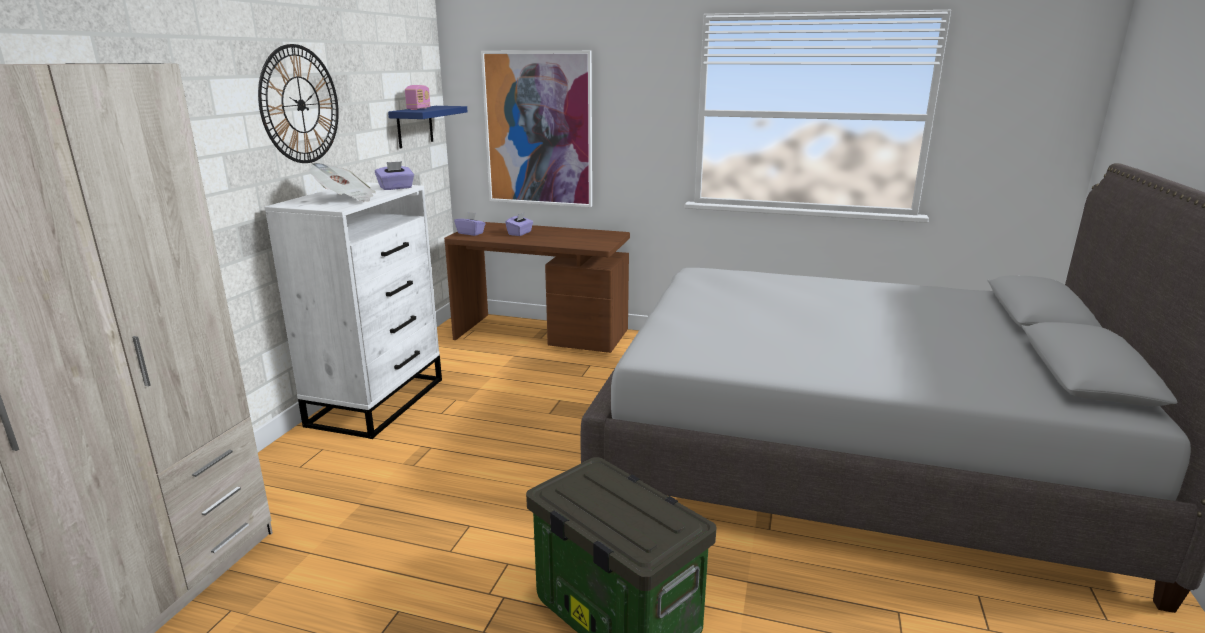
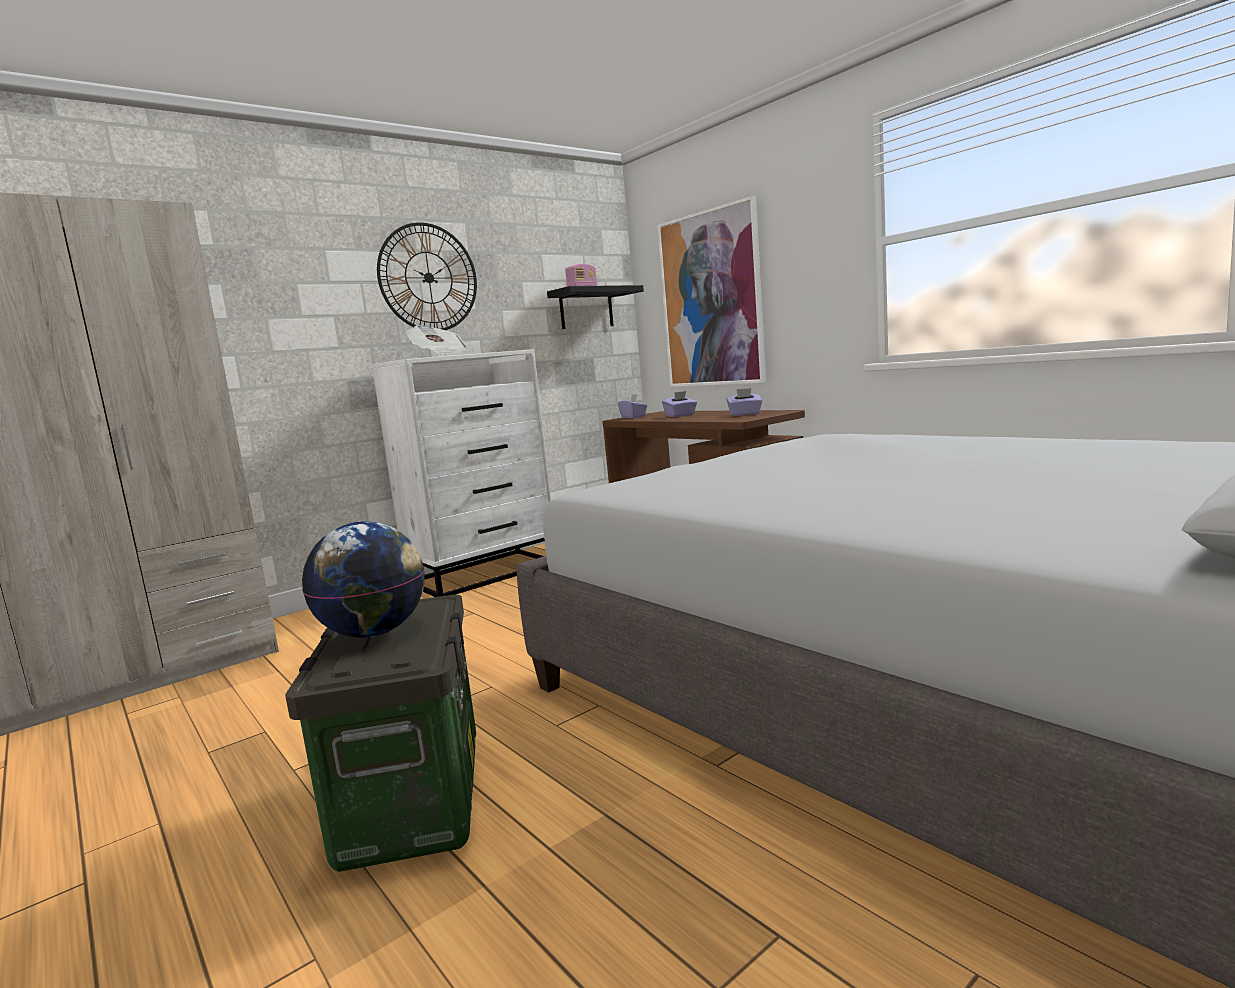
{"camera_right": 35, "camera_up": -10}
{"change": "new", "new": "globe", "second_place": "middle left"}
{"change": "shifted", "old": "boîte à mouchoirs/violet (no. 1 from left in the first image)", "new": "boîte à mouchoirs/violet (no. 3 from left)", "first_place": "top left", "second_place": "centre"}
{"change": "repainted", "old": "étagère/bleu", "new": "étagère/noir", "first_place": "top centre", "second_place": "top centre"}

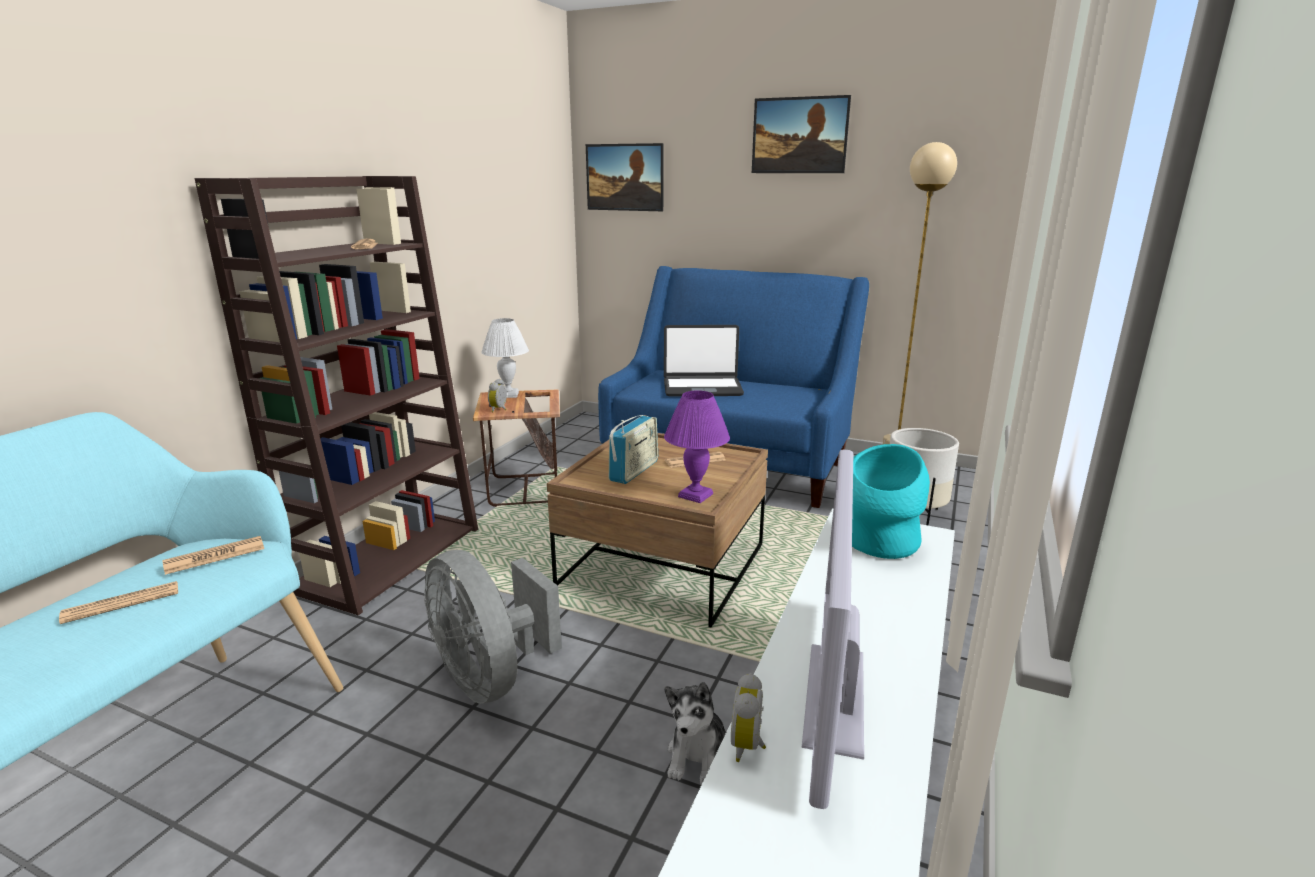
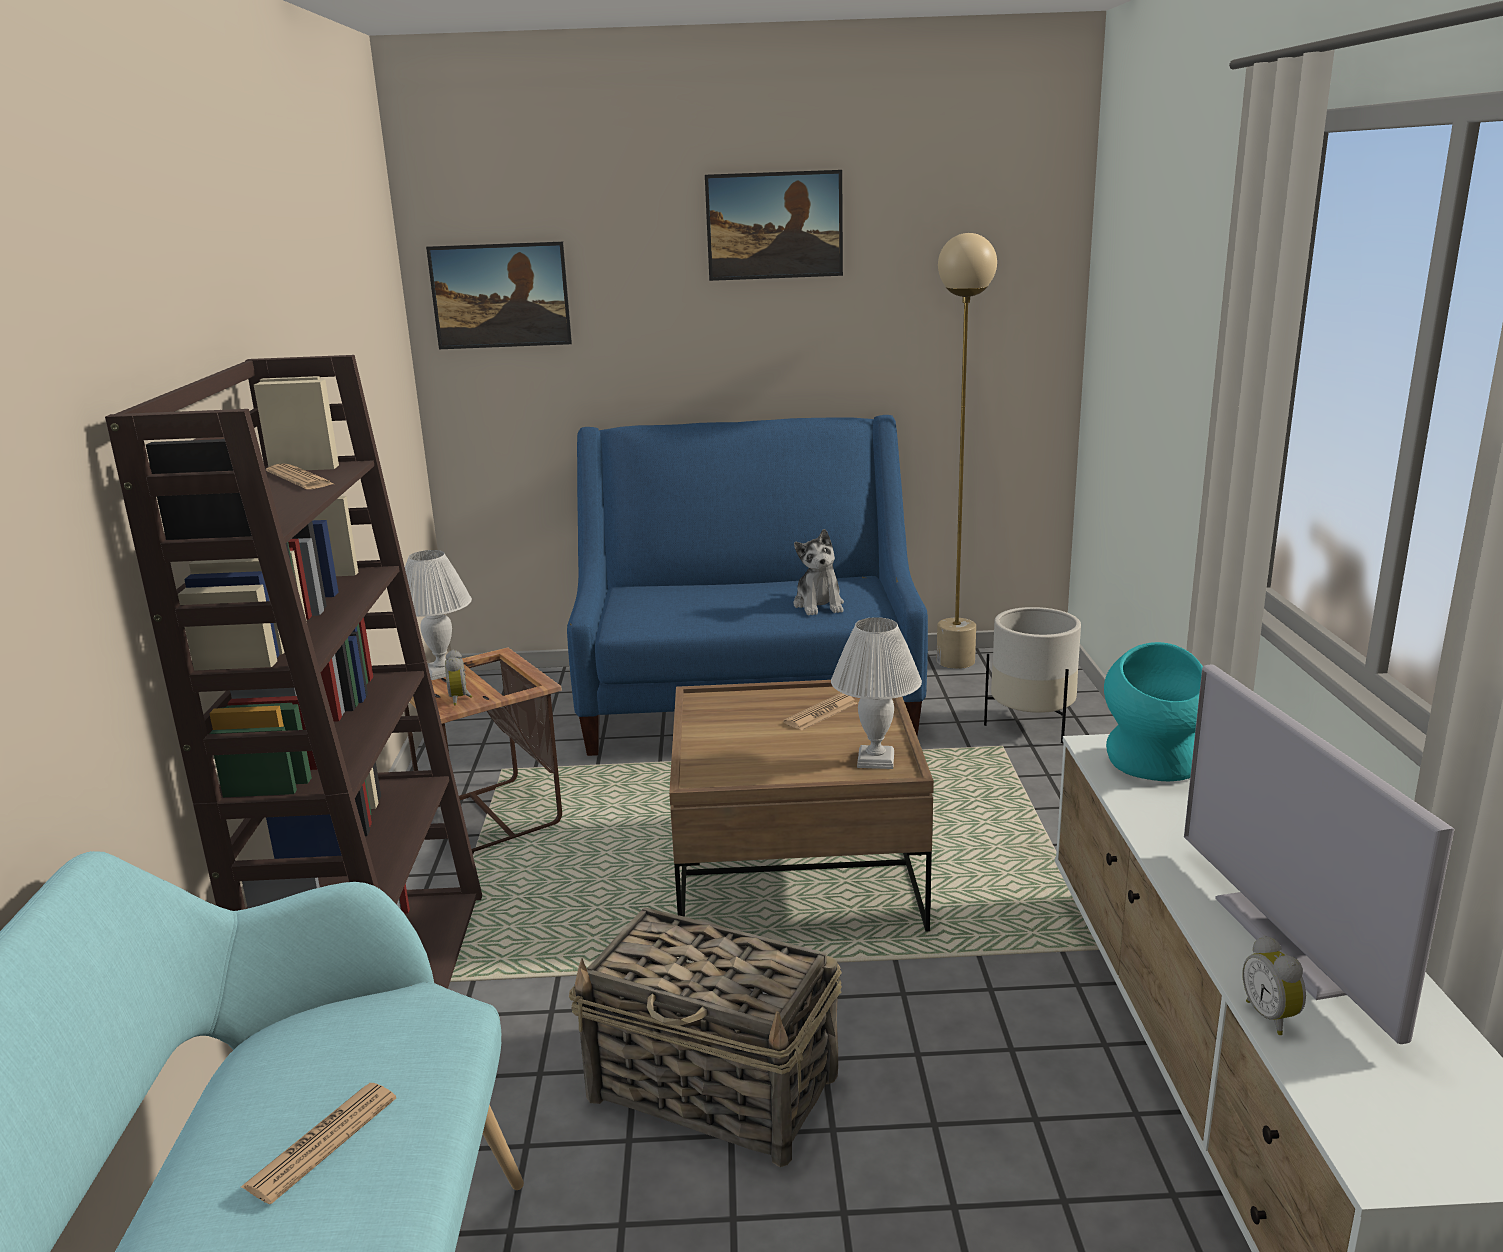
{"camera_right": -25, "camera_up": 0}
{"change": "gone", "old": "journal (no. 2 from left)", "first_place": "middle left"}
{"change": "gone", "old": "radio", "first_place": "centre"}
{"change": "gone", "old": "ordinateur portable", "first_place": "centre"}
{"change": "shifted", "old": "peluche", "first_place": "bottom centre", "second_place": "centre"}
{"change": "swapped", "old": "ventilateur/gris", "new": "panier", "first_place": "bottom centre", "second_place": "bottom centre"}
{"change": "repainted", "old": "lampe de table/violet", "new": "lampe de table/blanc (no. 2 from left)", "first_place": "centre", "second_place": "centre"}

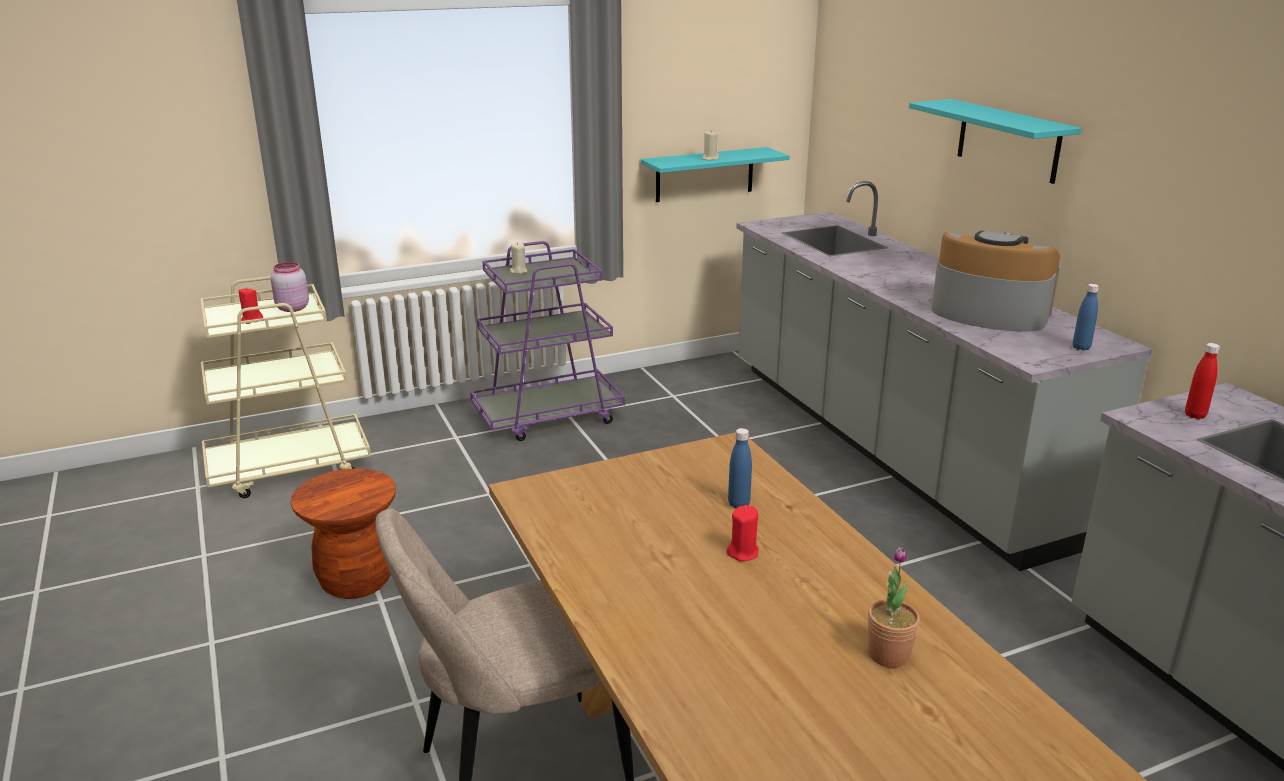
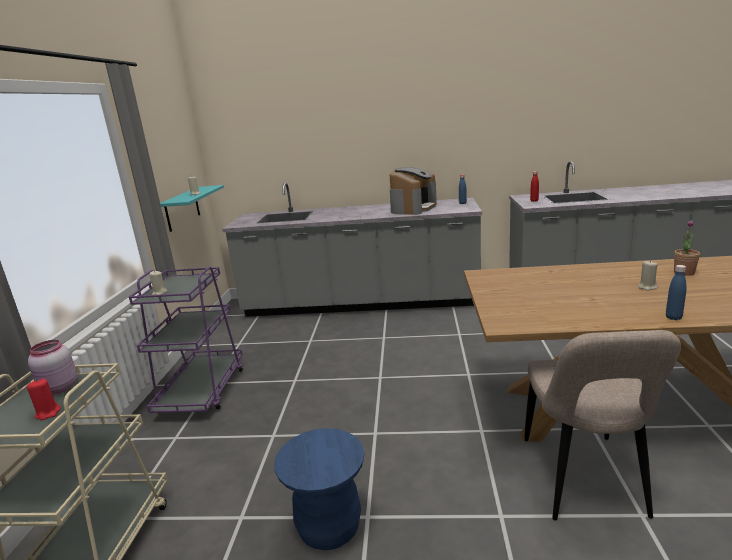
{"camera_right": -60, "camera_up": -5}
{"change": "gone", "old": "bougie/rouge (no. 2 from left)", "first_place": "bottom centre"}
{"change": "gone", "old": "étagère/turquoise (no. 2 from left)", "first_place": "top right"}
{"change": "new", "new": "bougie/beige (no. 3 from left)", "second_place": "middle right"}
{"change": "shifted", "old": "bouteille/bleu (no. 1 from left in the first image)", "new": "bouteille/bleu (no. 2 from left)", "first_place": "centre", "second_place": "middle right"}
{"change": "repainted", "old": "tabouret/marron", "new": "tabouret/bleu", "first_place": "bottom left", "second_place": "bottom centre"}
{"change": "rotated", "old": "machine à café", "first_place": "middle right", "second_place": "centre", "degrees": 150}

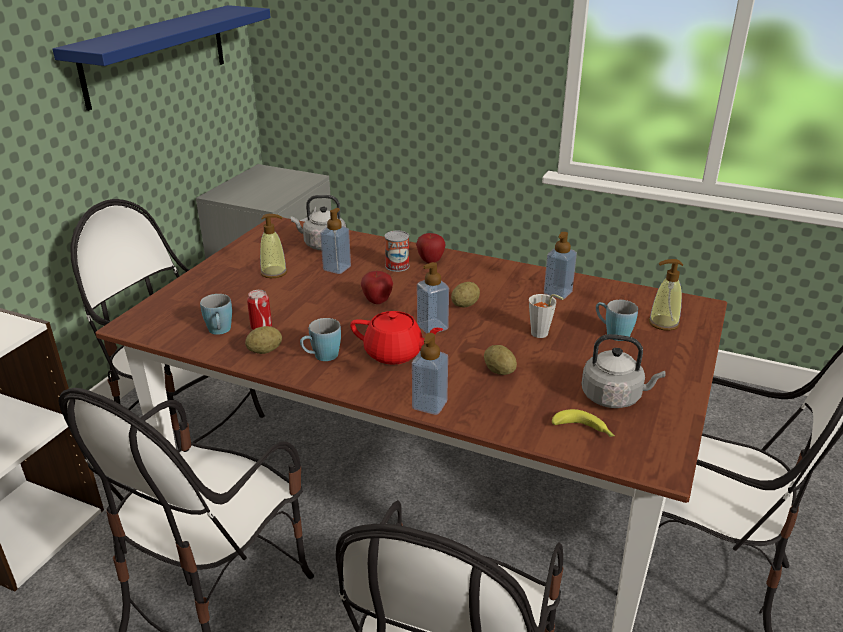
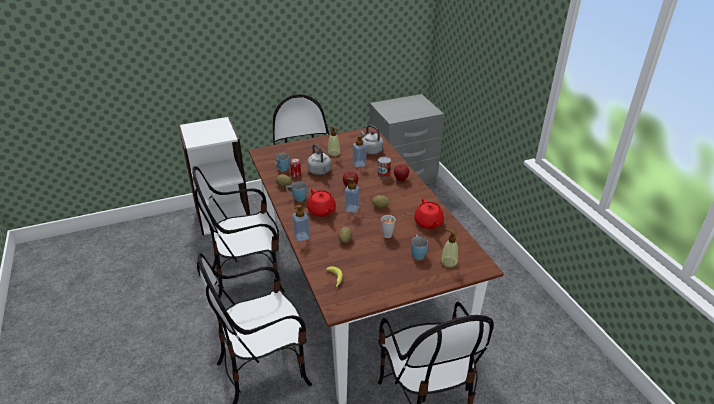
{"camera_right": 45, "camera_up": 5}
{"change": "gone", "old": "étagère/bleu", "first_place": "top left"}
{"change": "shifted", "old": "bouilloire/gris (no. 2 from left in the first image)", "new": "bouilloire/gris (no. 1 from left)", "first_place": "middle right", "second_place": "centre"}
{"change": "swapped", "old": "distributeur de savon (no. 5 from left)", "new": "théière/rouge (no. 2 from left)", "first_place": "centre", "second_place": "centre"}

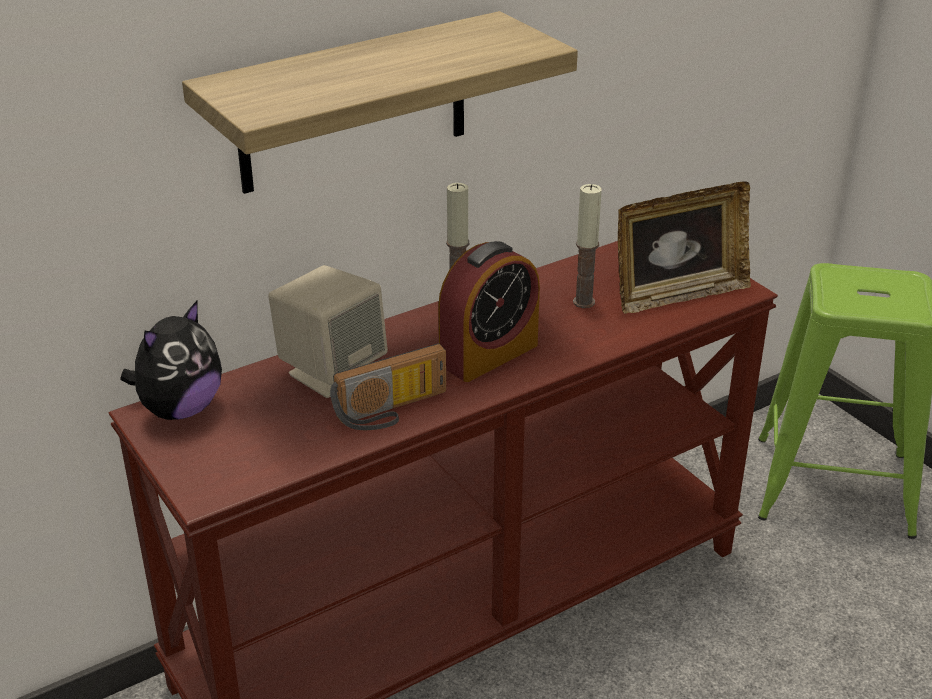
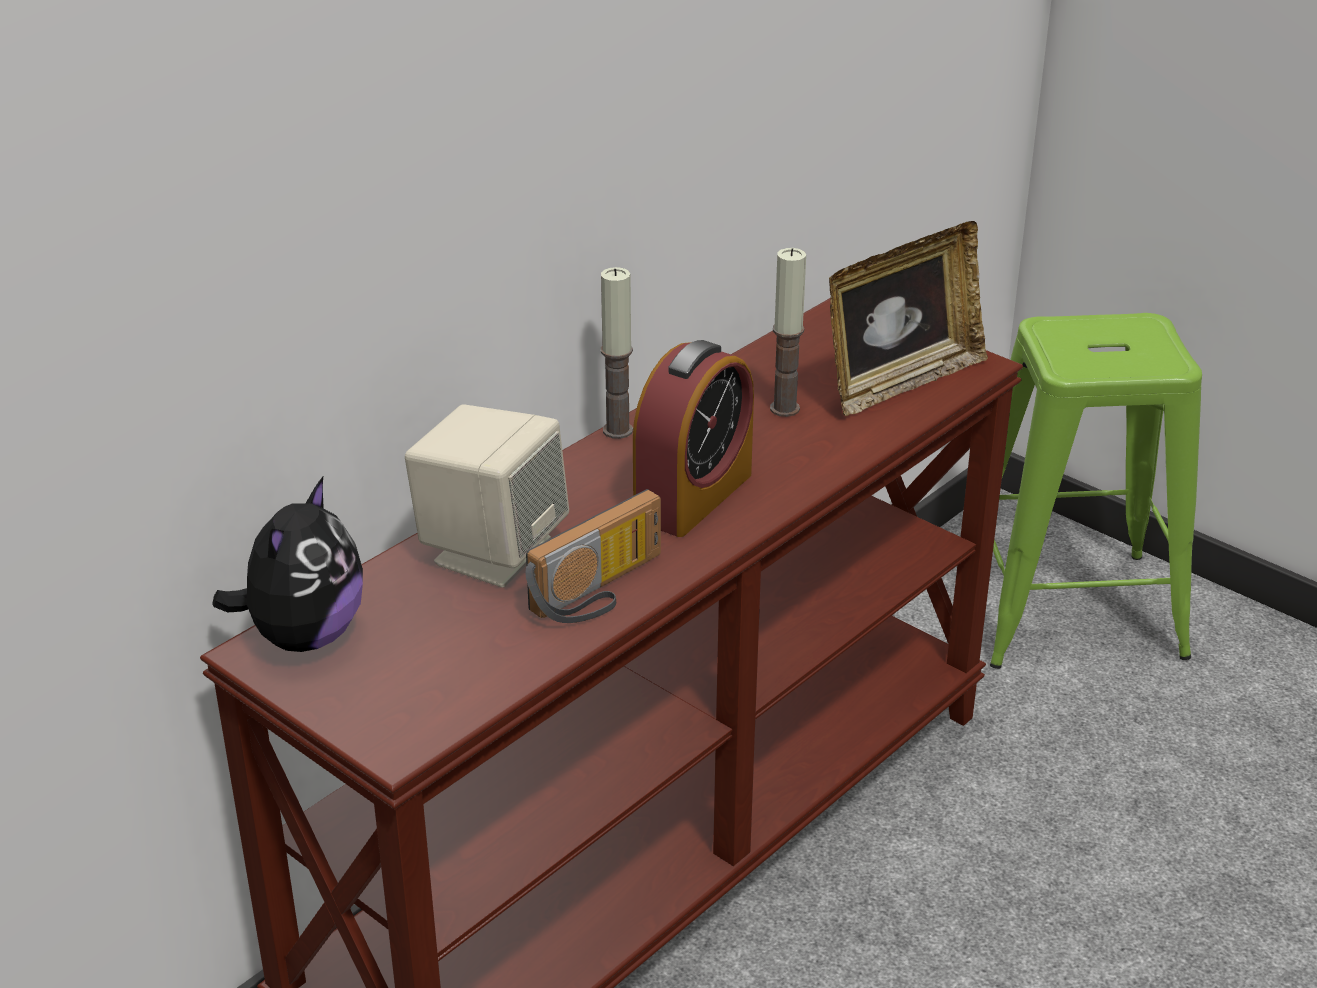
{"camera_right": -15, "camera_up": 0}
{"change": "gone", "old": "étagère", "first_place": "top centre"}

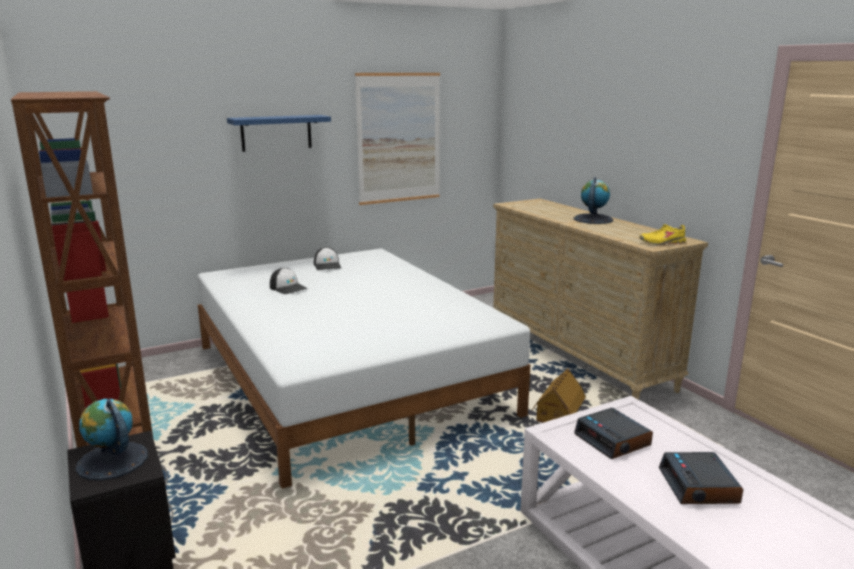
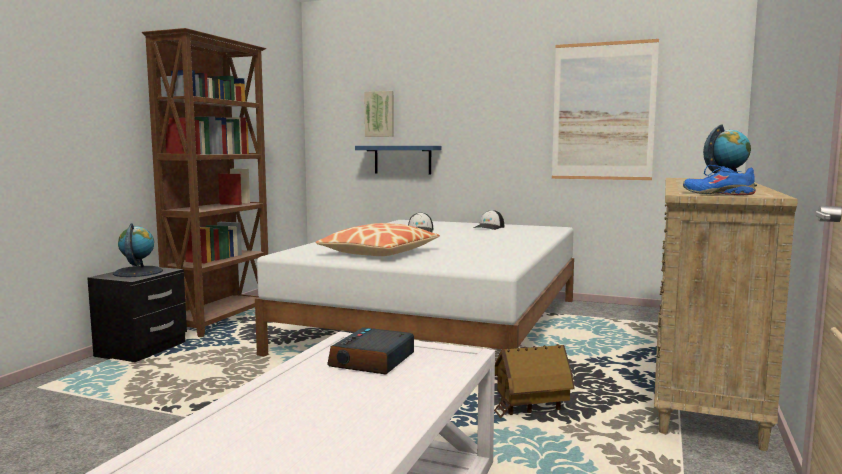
{"camera_right": 50, "camera_up": -10}
{"change": "gone", "old": "réveil (no. 2 from left)", "first_place": "bottom right"}
{"change": "new", "new": "coussin", "second_place": "centre"}
{"change": "new", "new": "tableau (no. 1 from left)", "second_place": "top centre"}
{"change": "shifted", "old": "étagère/bleu", "first_place": "top left", "second_place": "centre"}
{"change": "repainted", "old": "chaussure/jaune", "new": "chaussure/bleu", "first_place": "middle right", "second_place": "middle right"}

